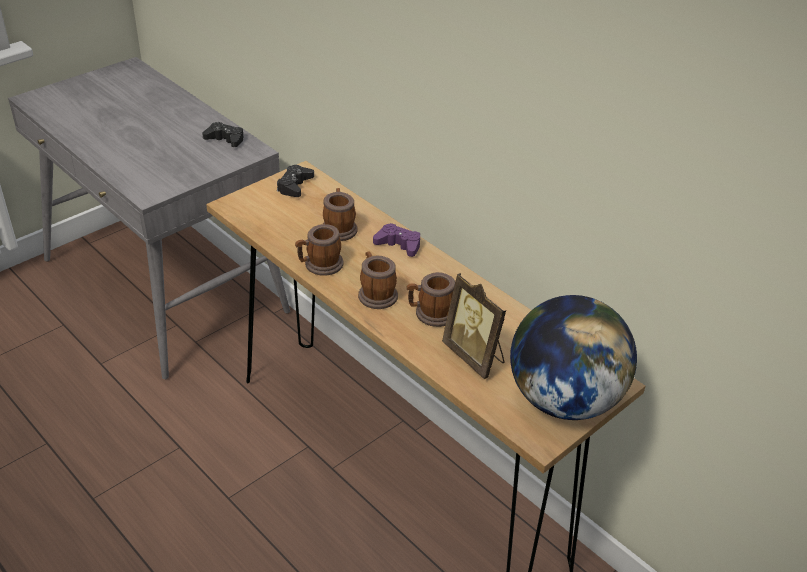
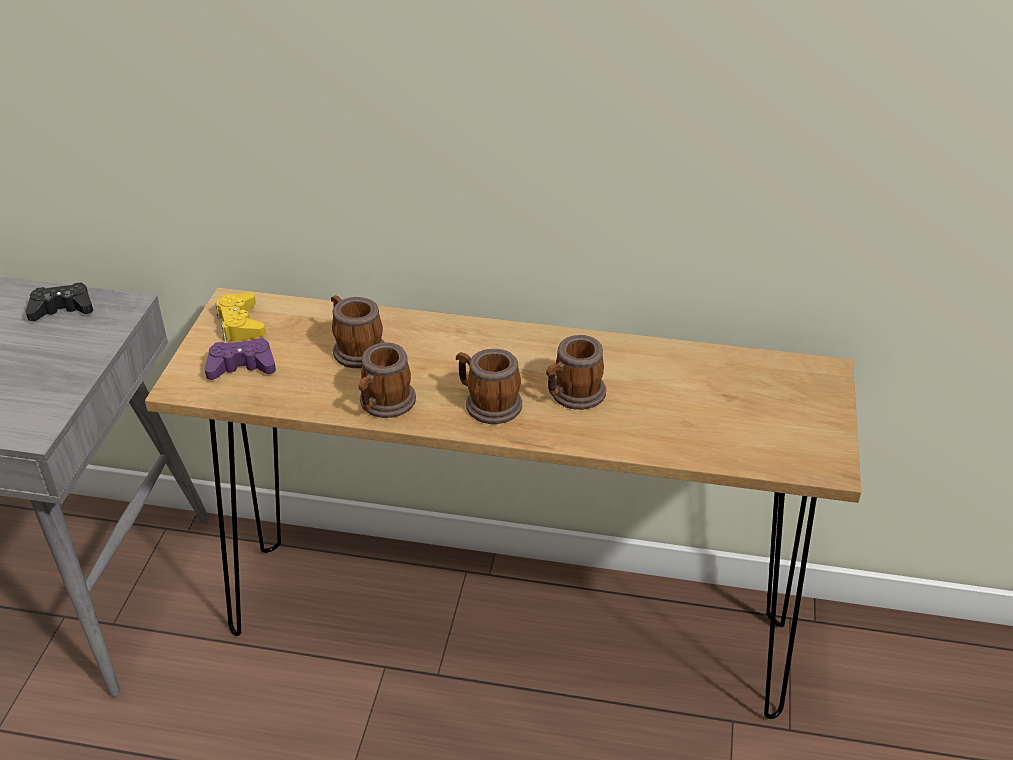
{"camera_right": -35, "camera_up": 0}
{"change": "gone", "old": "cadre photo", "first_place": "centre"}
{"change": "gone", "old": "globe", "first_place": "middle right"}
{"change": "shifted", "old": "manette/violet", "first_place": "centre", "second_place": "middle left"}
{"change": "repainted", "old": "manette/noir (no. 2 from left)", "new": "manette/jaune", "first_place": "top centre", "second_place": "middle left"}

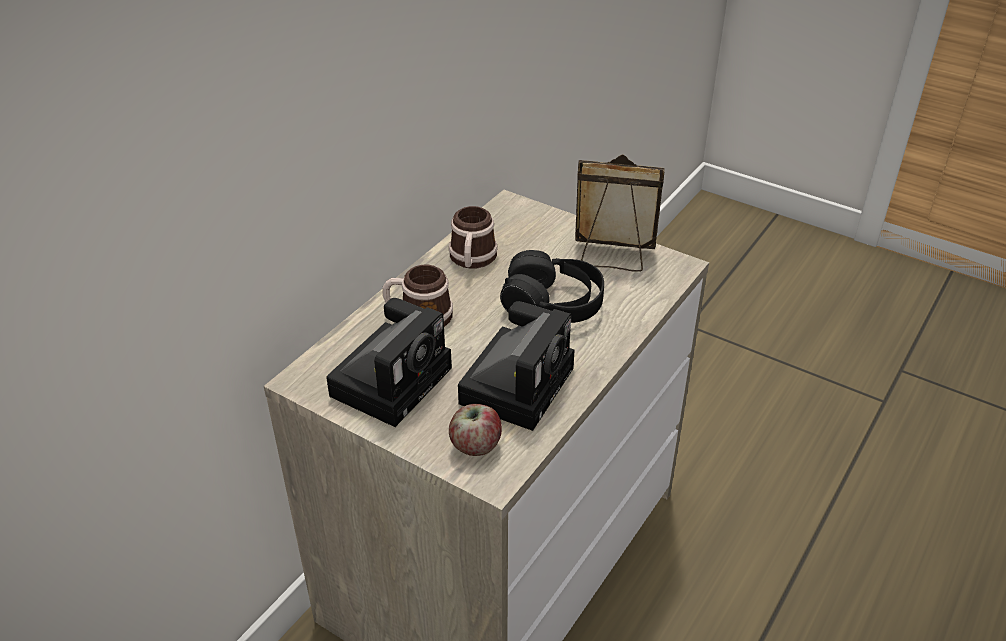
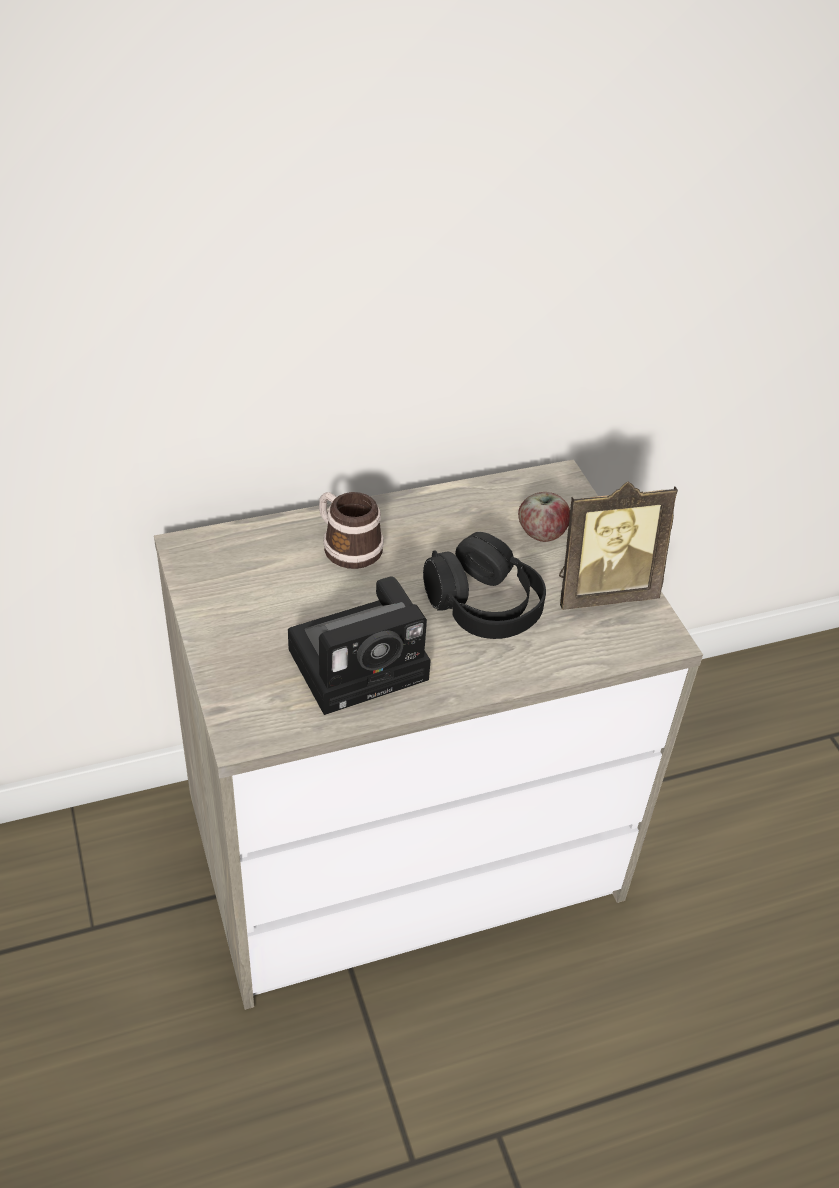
{"camera_right": 35, "camera_up": 5}
{"change": "gone", "old": "appareil photo (no. 1 from left)", "first_place": "centre"}
{"change": "gone", "old": "mug (no. 2 from left)", "first_place": "centre"}
{"change": "shifted", "old": "pomme", "first_place": "bottom centre", "second_place": "centre"}
{"change": "rotated", "old": "cadre photo", "first_place": "top centre", "second_place": "middle right", "degrees": 120}

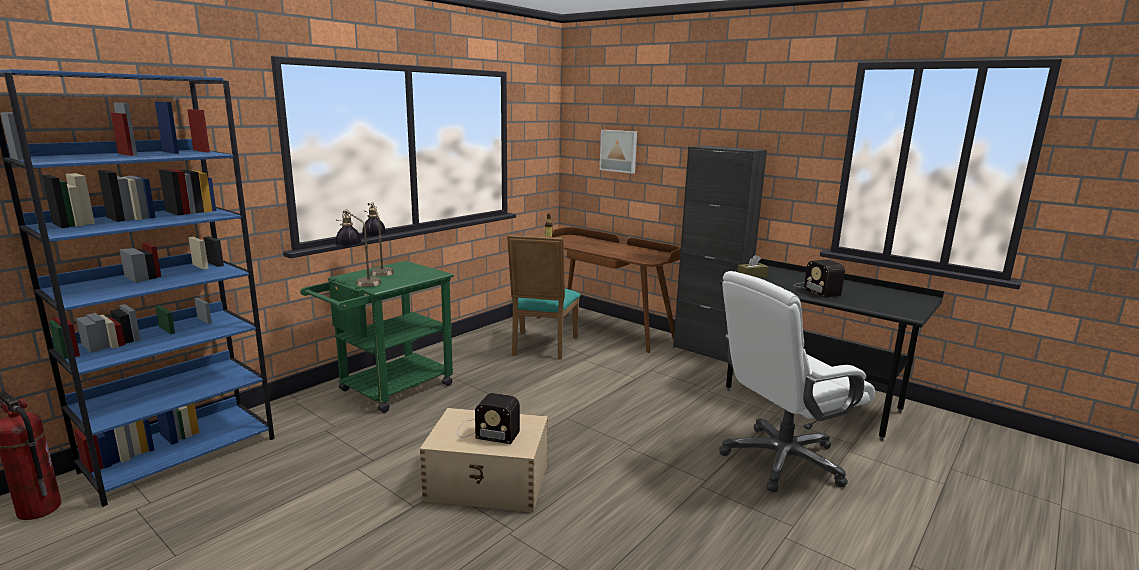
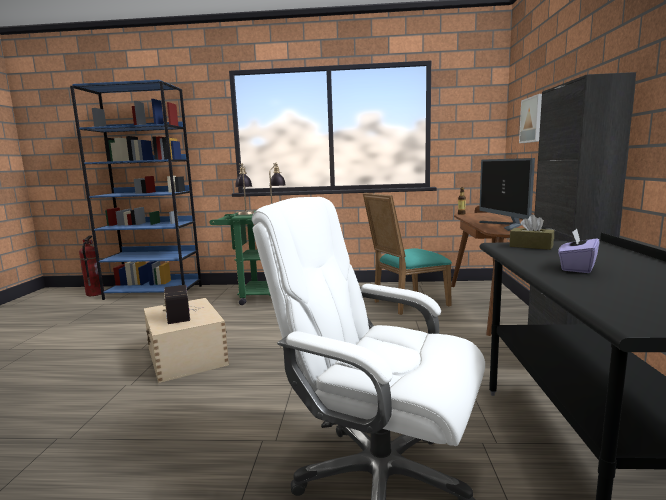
{"camera_right": 55, "camera_up": -5}
{"change": "new", "new": "écran d'ordinateur", "second_place": "middle right"}
{"change": "swapped", "old": "radio (no. 2 from left)", "new": "boîte à mouchoirs/violet", "first_place": "middle right", "second_place": "middle right"}

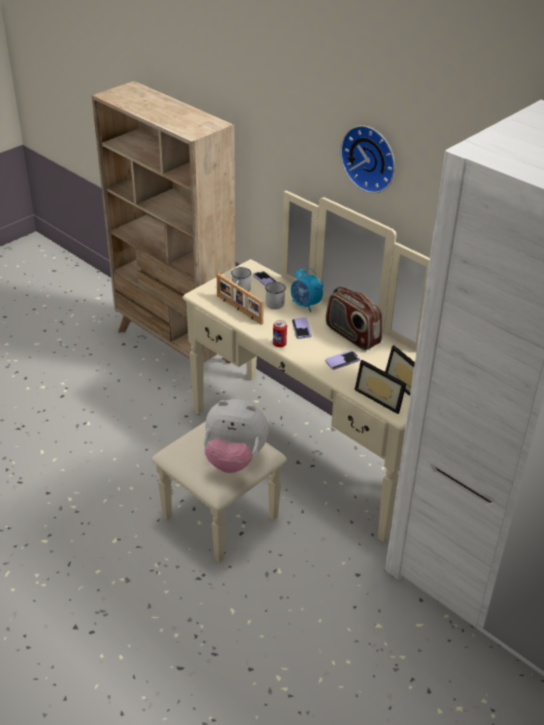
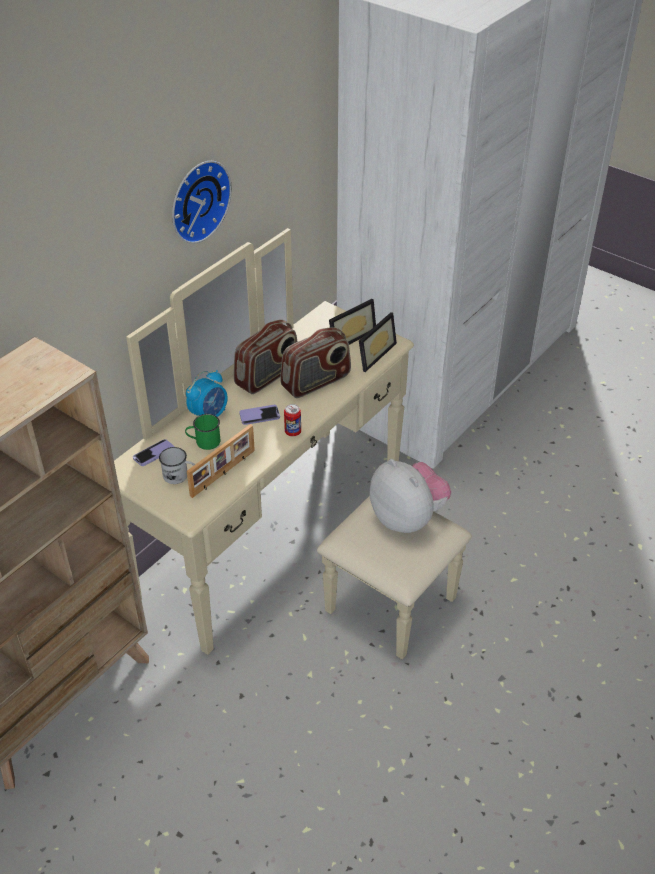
{"camera_right": -95, "camera_up": 5}
{"change": "swapped", "old": "téléphone (no. 3 from left)", "new": "radio (no. 2 from left)", "first_place": "centre", "second_place": "centre"}
{"change": "repainted", "old": "mug/blanc (no. 2 from left)", "new": "mug/vert", "first_place": "centre", "second_place": "middle left"}
{"change": "rotated", "old": "peluche", "first_place": "centre", "second_place": "centre", "degrees": -45}

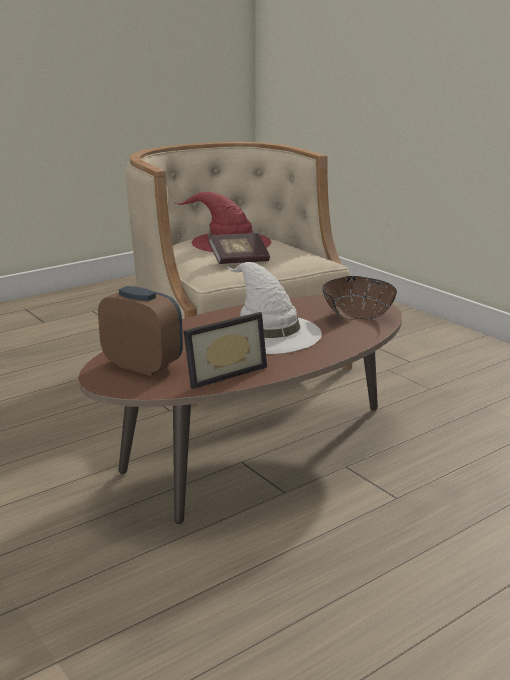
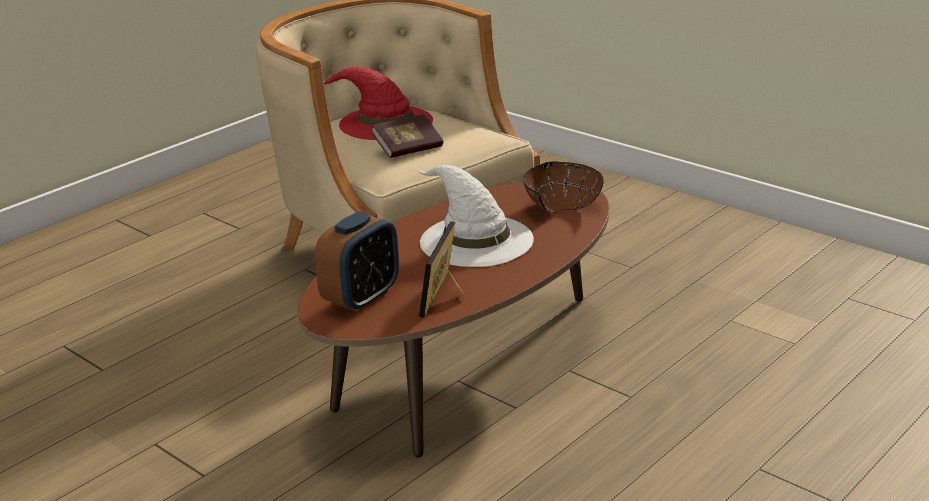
{"camera_right": -10, "camera_up": 5}
{"change": "rotated", "old": "réveil", "first_place": "middle left", "second_place": "centre", "degrees": 105}
{"change": "rotated", "old": "cadre photo", "first_place": "centre", "second_place": "centre", "degrees": 150}

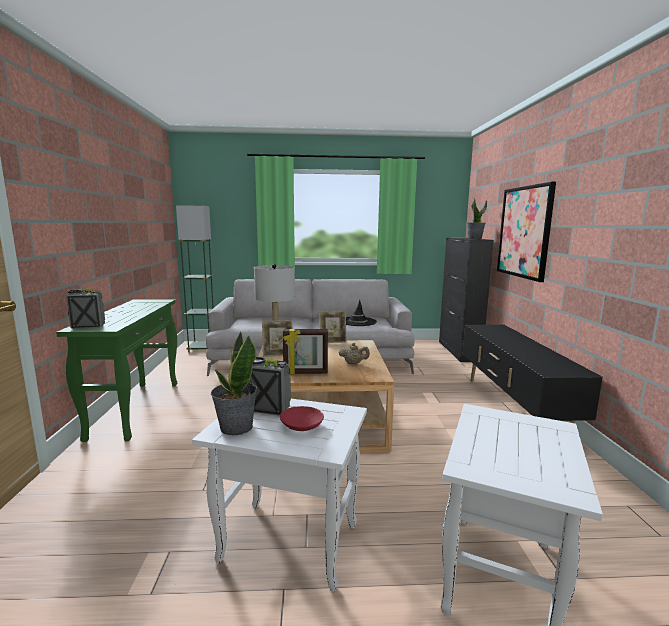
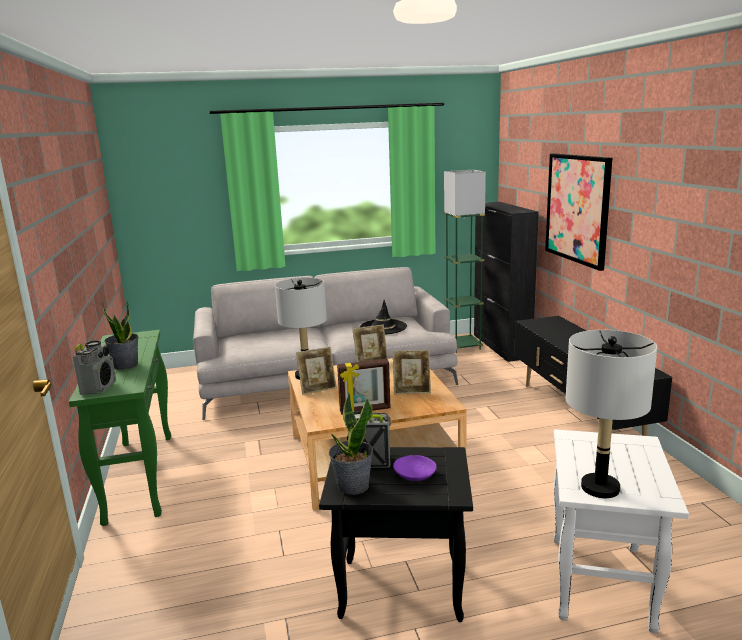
{"camera_right": -10, "camera_up": 5}
{"change": "new", "new": "lampe de table/gris (no. 2 from left)", "second_place": "middle right"}
{"change": "shifted", "old": "lampadaire/vert", "first_place": "middle left", "second_place": "centre"}
{"change": "shifted", "old": "plante en pot (no. 2 from left in the first image)", "new": "plante en pot (no. 1 from left)", "first_place": "middle right", "second_place": "middle left"}
{"change": "swapped", "old": "théière/beige", "new": "cadre photo (no. 4 from left)", "first_place": "centre", "second_place": "centre"}
{"change": "repainted", "old": "table d'appoint/blanc (no. 1 from left)", "new": "table d'appoint/noir", "first_place": "bottom centre", "second_place": "bottom centre"}
{"change": "repainted", "old": "bol/rouge", "new": "bol/violet", "first_place": "bottom centre", "second_place": "bottom centre"}
{"change": "rotated", "old": "radio (no. 1 from left)", "first_place": "middle left", "second_place": "middle left", "degrees": 120}

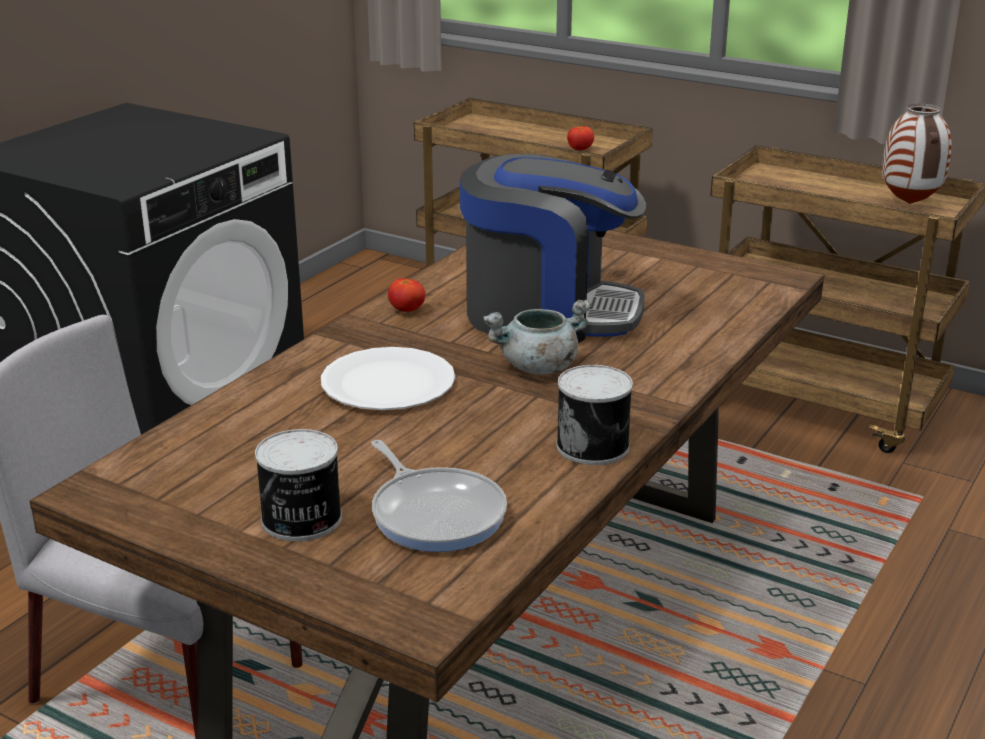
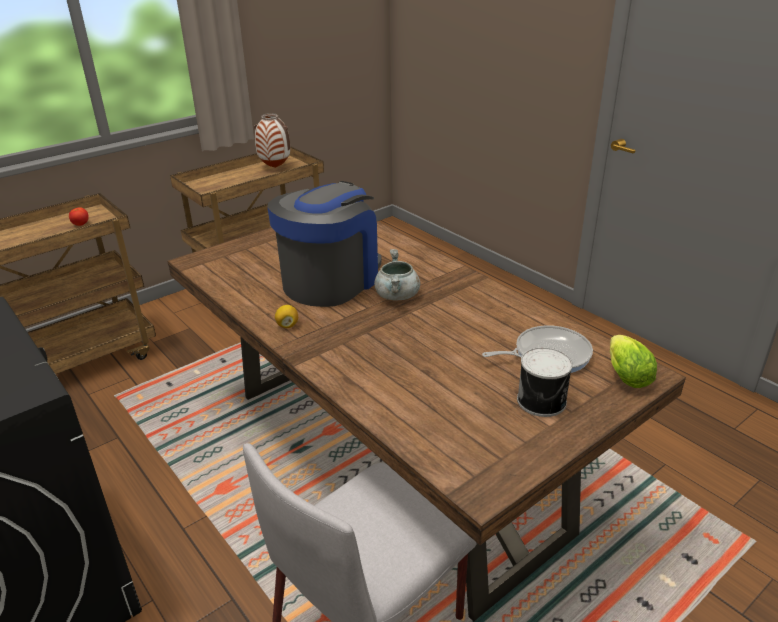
{"camera_right": -70, "camera_up": 5}
{"change": "gone", "old": "assiette/blanc", "first_place": "centre"}
{"change": "gone", "old": "boîte métallique (no. 2 from left)", "first_place": "centre"}
{"change": "new", "new": "laitue", "second_place": "middle right"}
{"change": "swapped", "old": "tomate (no. 1 from left)", "new": "citron", "first_place": "centre", "second_place": "centre"}

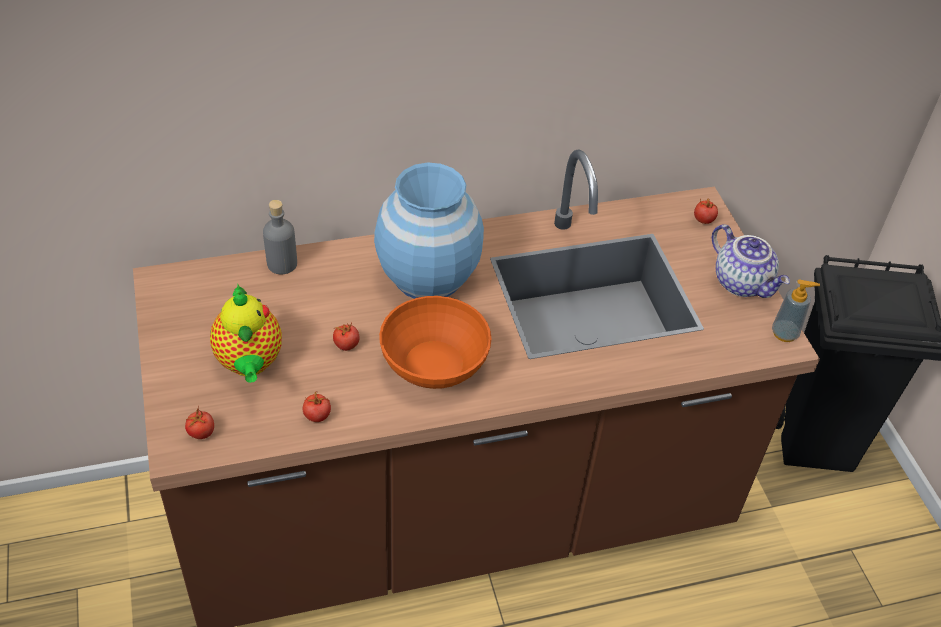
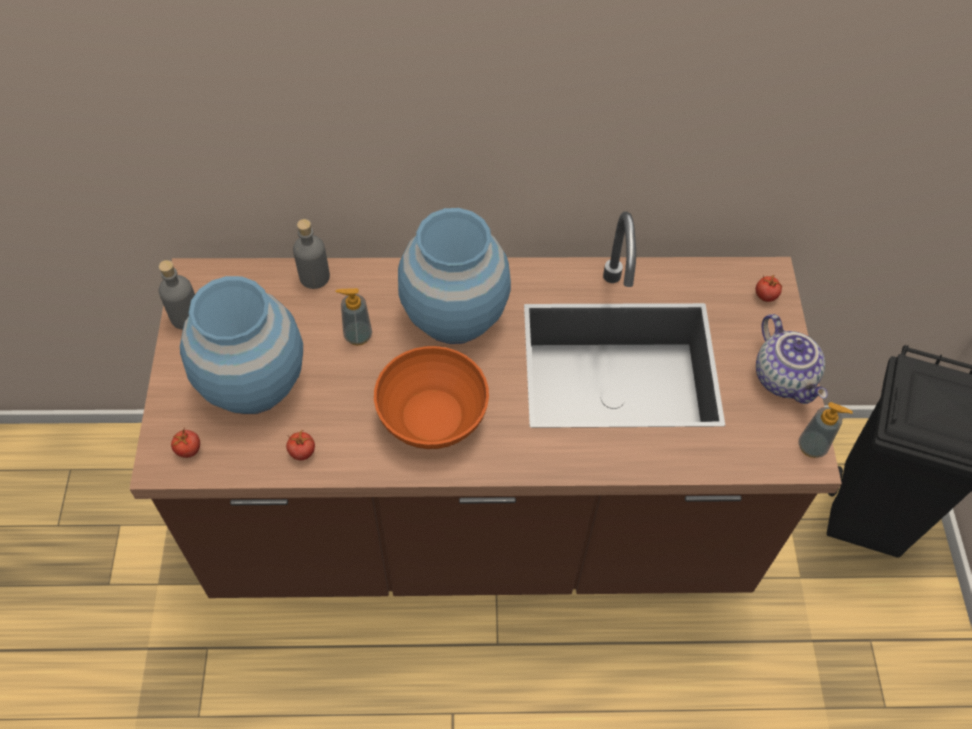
{"camera_right": 15, "camera_up": 10}
{"change": "gone", "old": "tomate (no. 3 from left)", "first_place": "centre"}
{"change": "new", "new": "bouteille/gris (no. 1 from left)", "second_place": "middle left"}
{"change": "new", "new": "distributeur de savon (no. 1 from left)", "second_place": "centre"}
{"change": "swapped", "old": "théière (no. 1 from left)", "new": "vase/bleu (no. 1 from left)", "first_place": "middle left", "second_place": "middle left"}

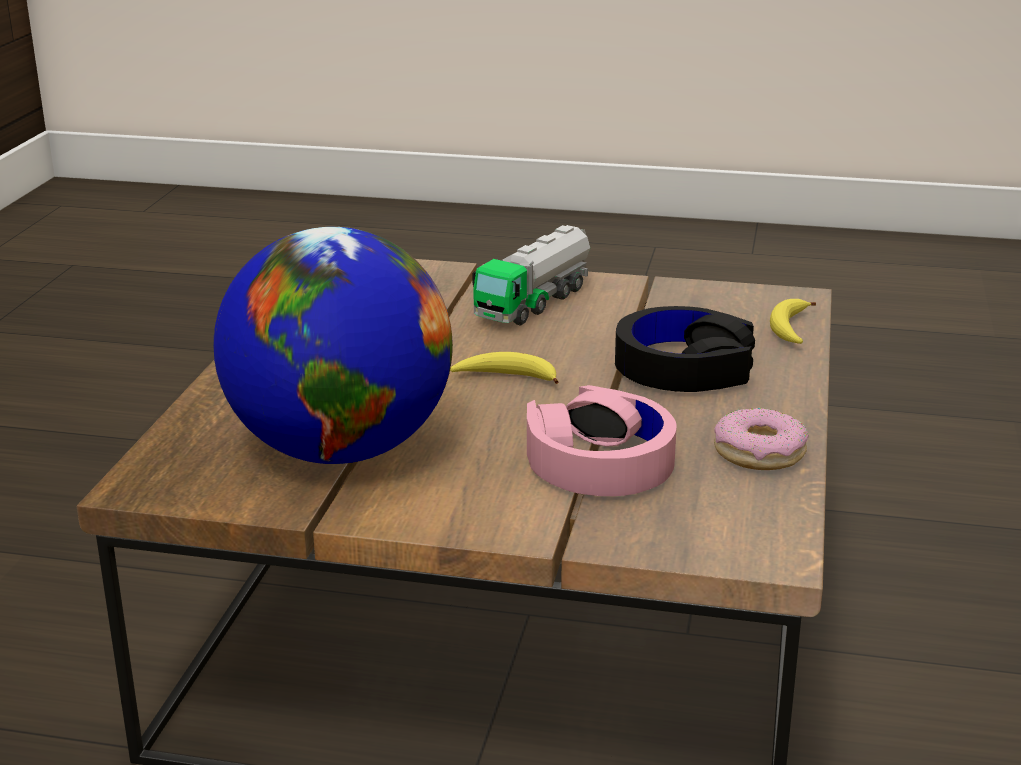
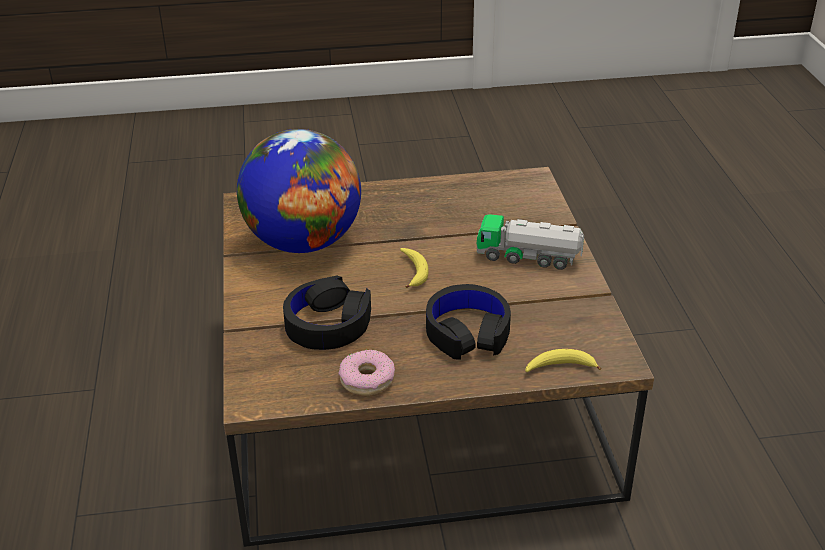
{"camera_right": 70, "camera_up": 10}
{"change": "repainted", "old": "casque audio/rose", "new": "casque audio/noir (no. 1 from left)", "first_place": "centre", "second_place": "centre"}

